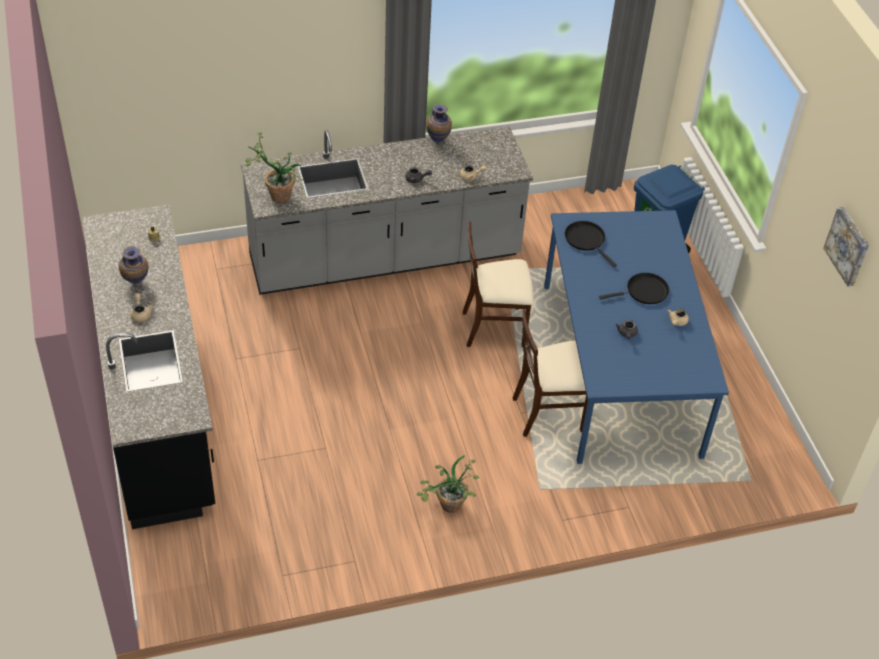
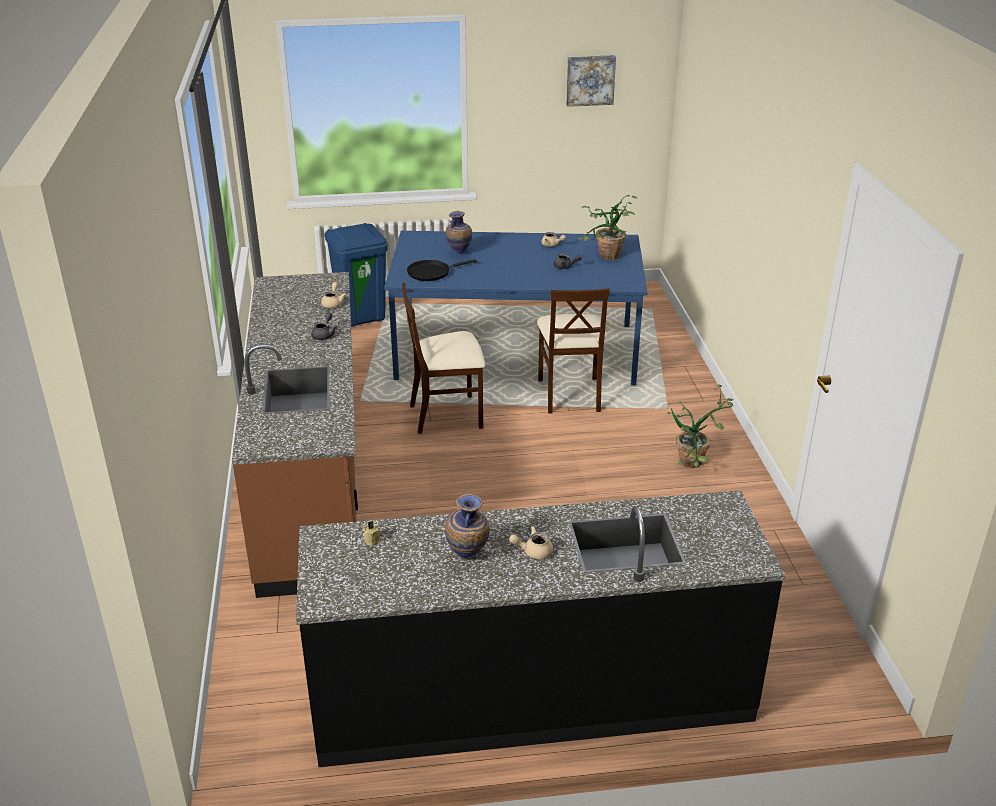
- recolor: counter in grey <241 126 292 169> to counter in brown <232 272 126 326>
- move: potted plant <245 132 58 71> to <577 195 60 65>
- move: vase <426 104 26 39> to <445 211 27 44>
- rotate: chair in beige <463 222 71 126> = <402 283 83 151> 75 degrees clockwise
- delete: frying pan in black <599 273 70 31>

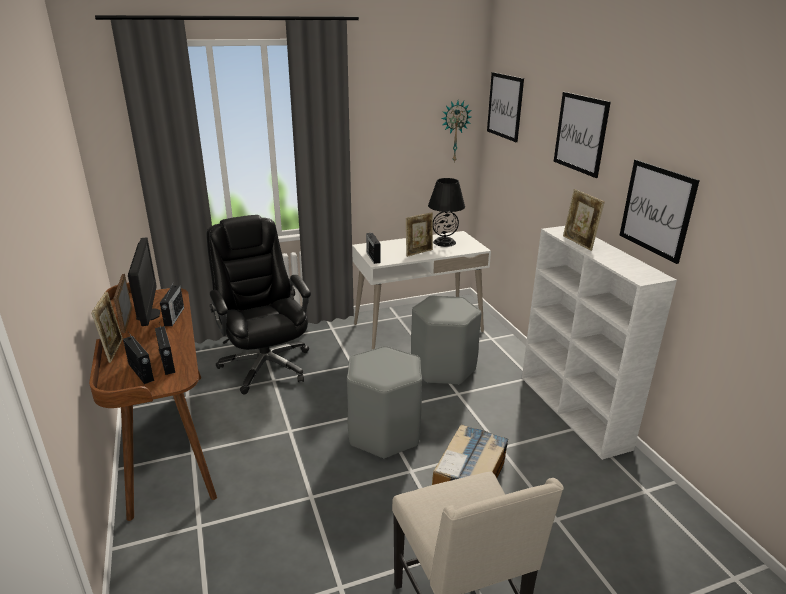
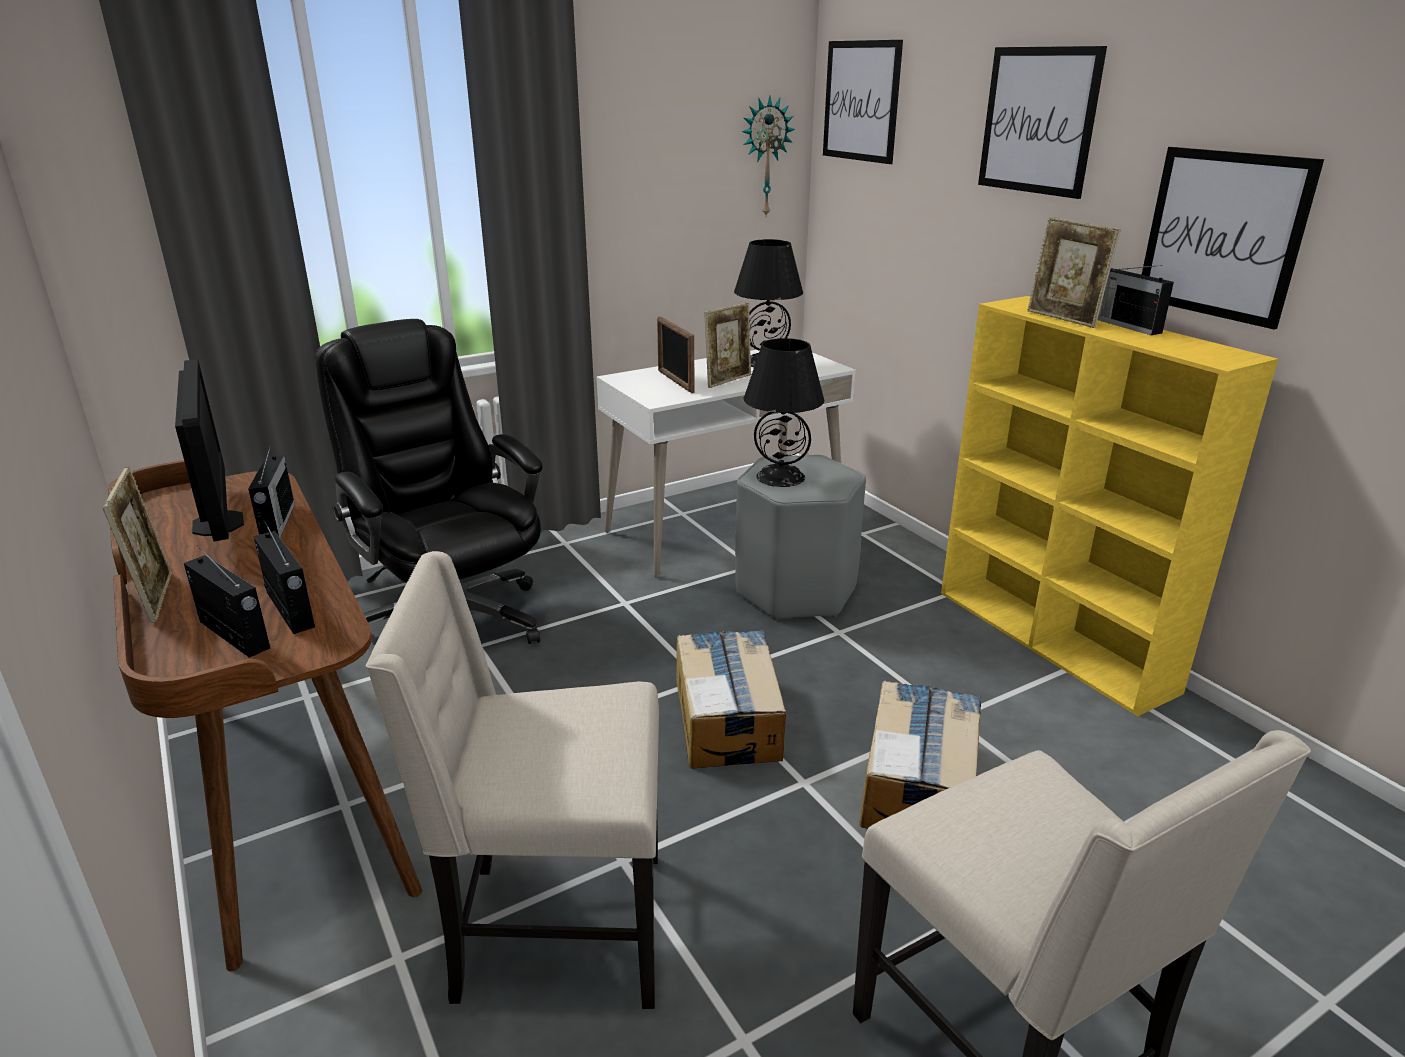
- move: picture frame <114 274 18 59> to <657 317 37 76>
- replace: stool in grey <347 346 75 113> to cardboard box <676 630 110 139>
- move: radio <366 233 15 31> to <1098 265 76 70>
- recolor: bookcase in white <522 226 155 234> to bookcase in yellow <941 296 337 420>
- insert: chair in beige <365 551 294 458>
- insert: table lamp in black <744 338 80 149>

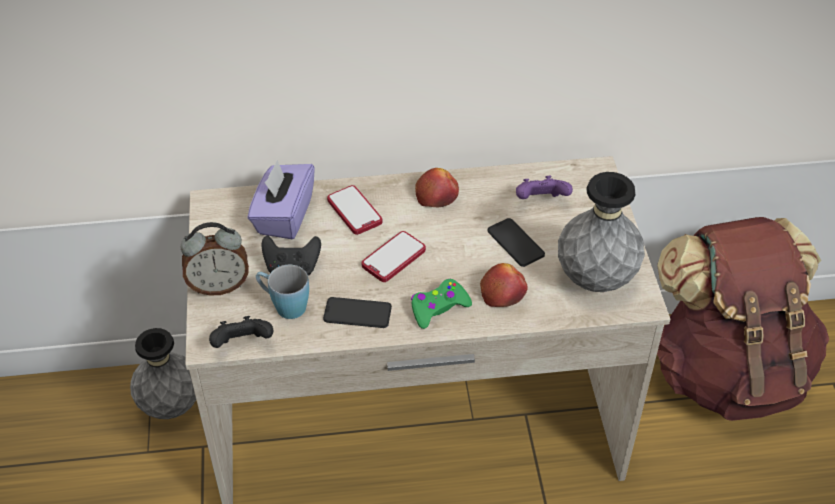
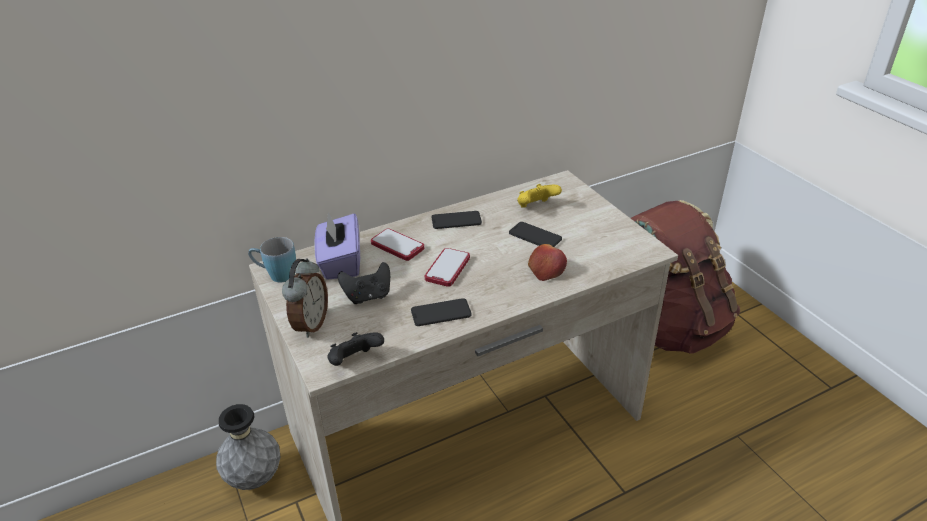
- rotate: alarm clock <180 222 69 74> = <282 259 46 79> 45 degrees counterclockwise
- move: mug in blue <256 265 53 54> to <248 237 48 46>
- delete: game controller in green <411 279 61 50>
- replace: apple <415 168 44 39> to phone <431 211 51 18>
- recolor: game controller in purple <516 176 57 23> to game controller in yellow <517 184 45 24>
- delete: vase in grey <558 172 87 120>

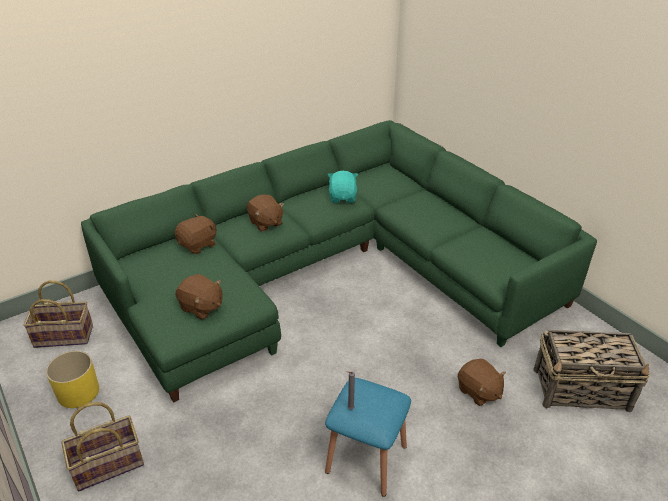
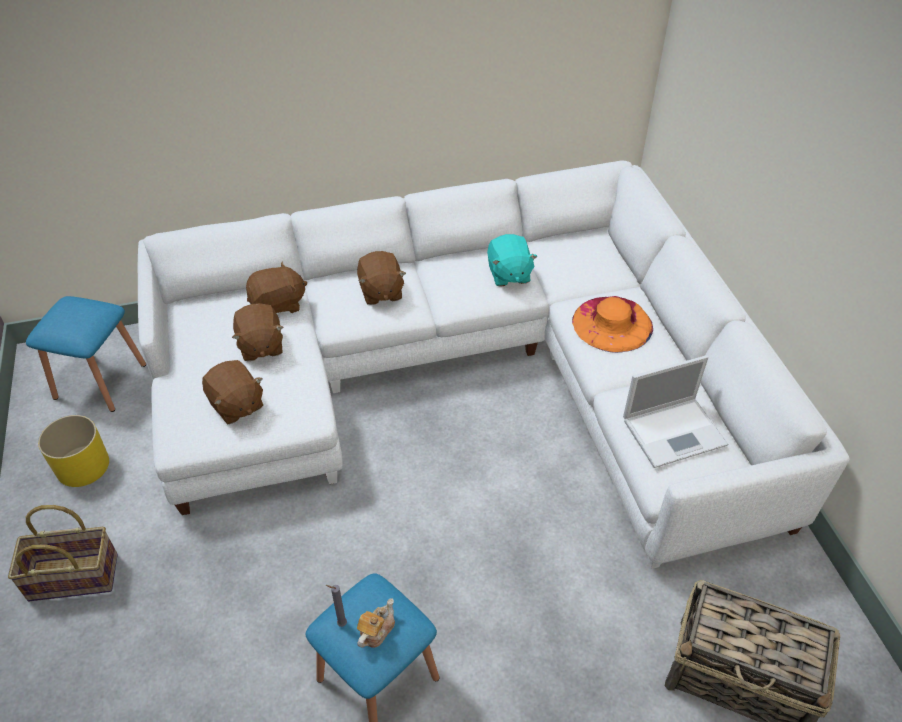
- replace: basket <23 281 70 67> to stool in blue <26 296 120 116>
- recolor: sofa in green <81 120 516 283> to sofa in white <138 161 712 408>
- rotate: plush toy in turquoise <328 171 30 32> = <487 234 51 53> 150 degrees clockwise
- move: plush toy in brown <458 359 48 47> to <232 303 52 58>
- insert: teapot <357 598 38 50>
- insert: hat in orange <572 296 81 57>
- insert: laptop <623 355 105 113>

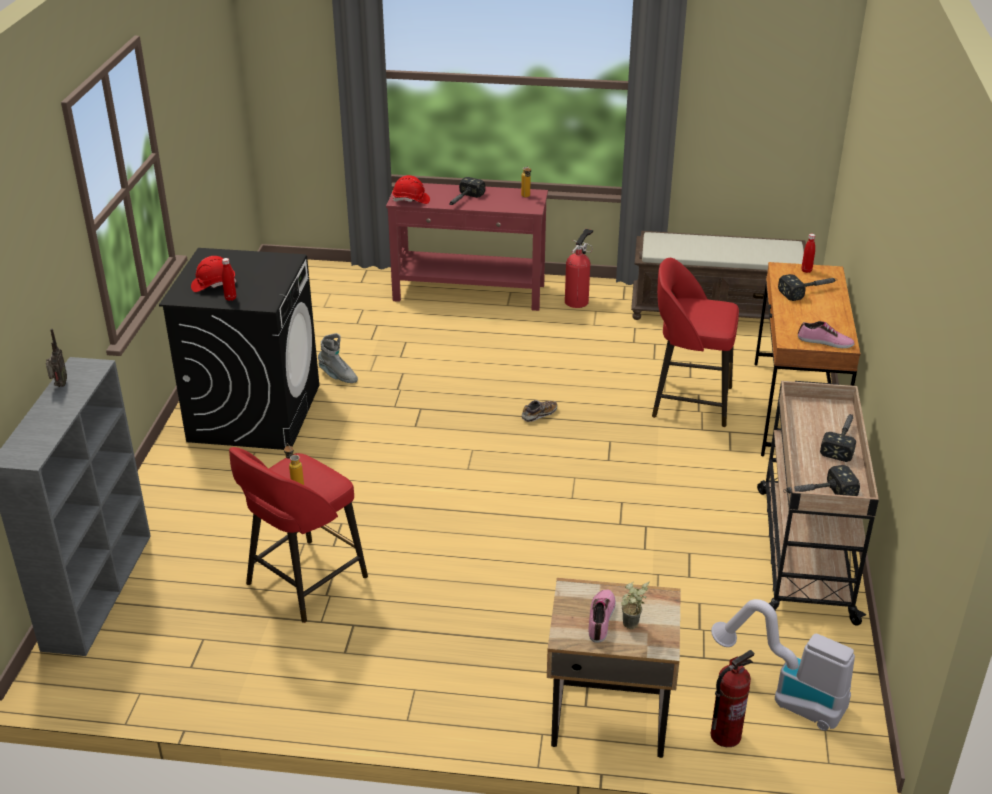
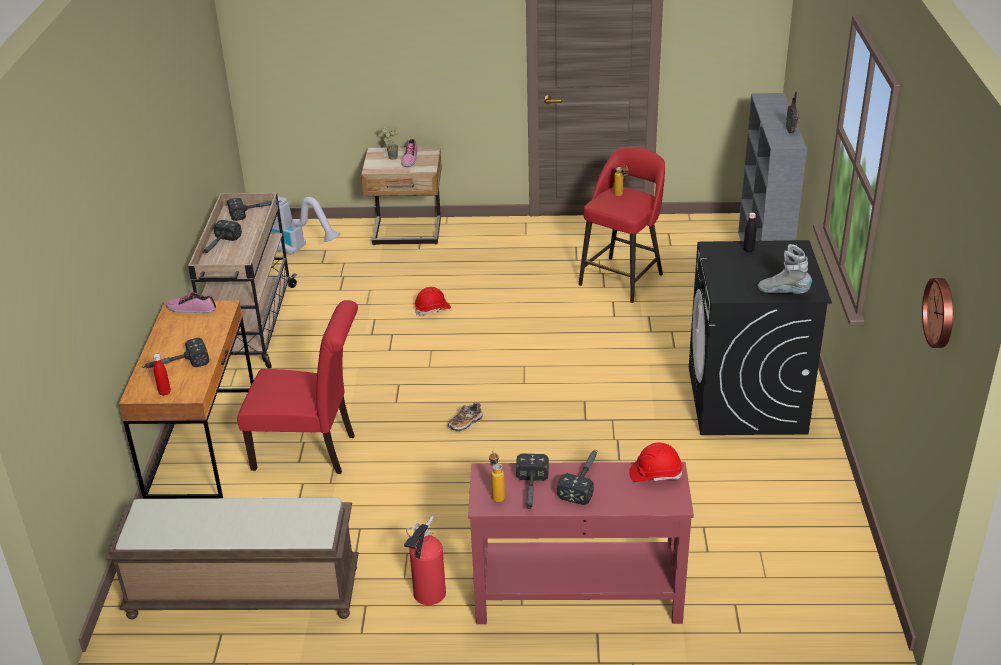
- move: hard hat in red <191 256 45 36> to <414 287 37 29>
- recolor: bottle in red <222 258 14 43> to bottle in black <743 212 13 40>
- move: boot in grey <318 333 40 50> to <758 244 54 50>
- replace: stool in red <652 258 87 169> to chair in red <237 300 121 174>
- delete: fire extinguisher <710 650 44 97>
- insert: hammer <516 454 33 56>
- insert: wall clock <922 278 31 70>

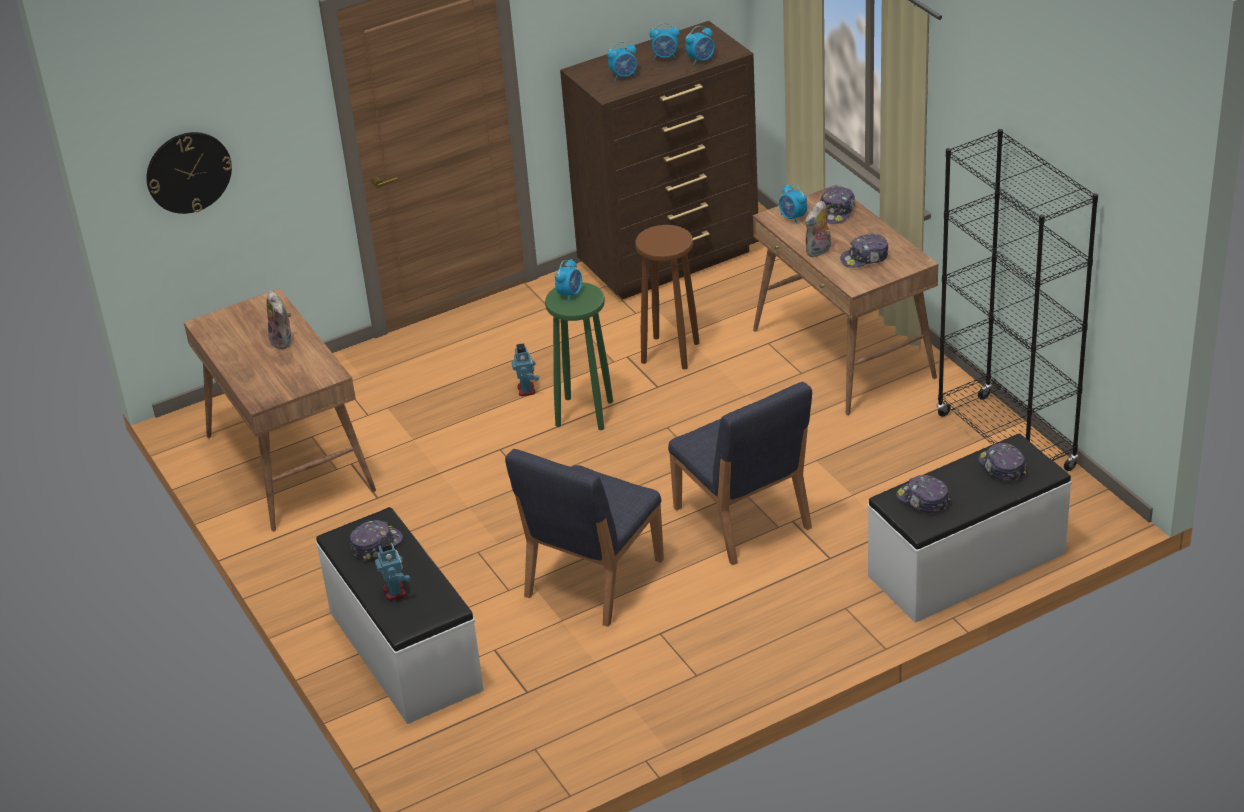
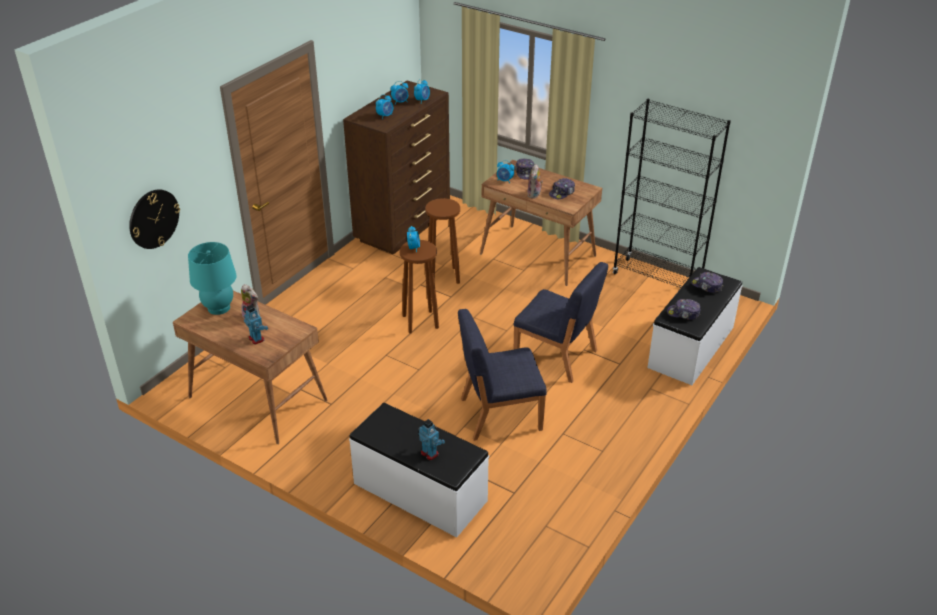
- delete: cap <350 520 53 42>
- rotate: chair in blue <505 449 159 178> = <458 309 89 132> 75 degrees clockwise
- move: toy robot <511 343 28 54> to <244 305 24 40>
- recolor: stool in green <545 282 68 148> to stool in brown <400 240 39 93>
- insert: table lamp in turquoise <188 242 49 73>

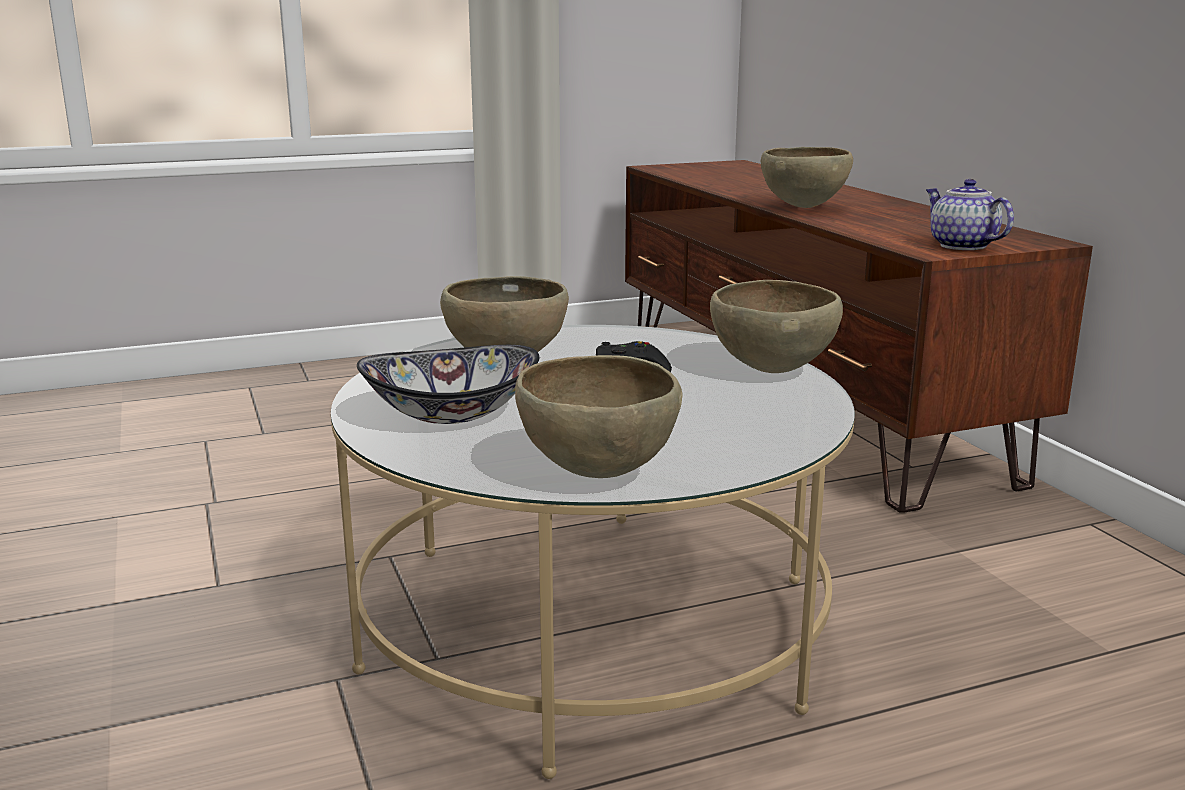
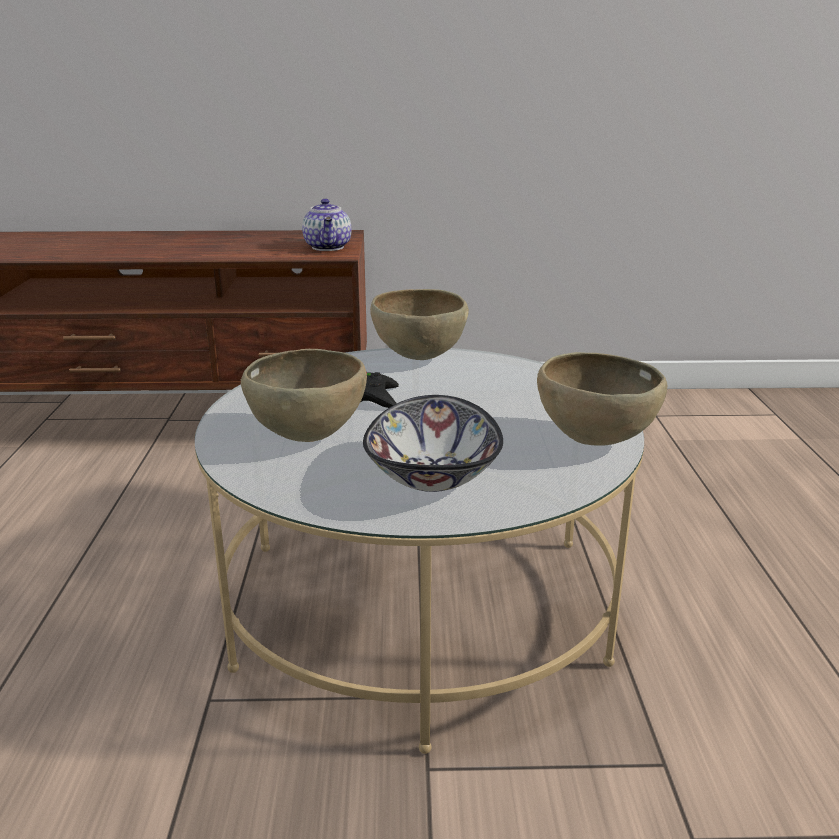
- delete: bowl in brown <761 147 92 61>
- rotate: teapot <926 179 88 71> = <302 199 49 52> 90 degrees counterclockwise

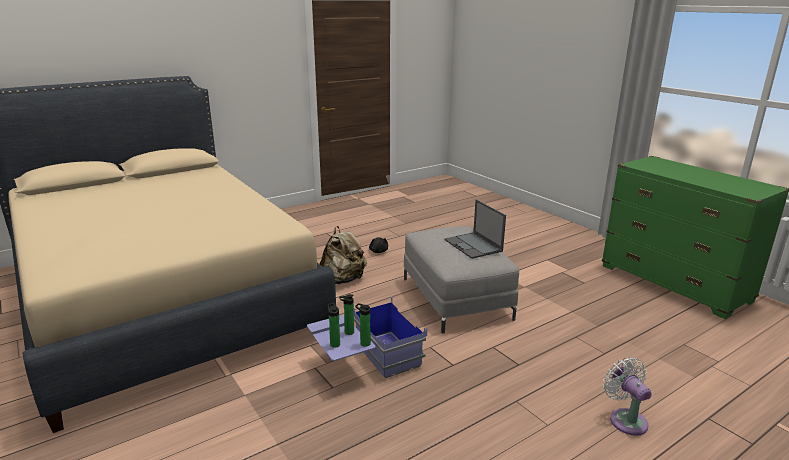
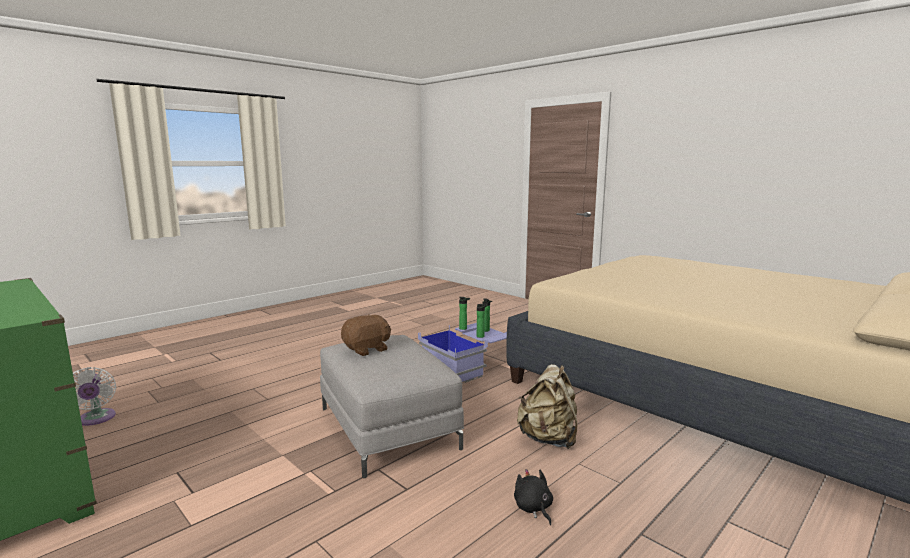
- replace: laptop <444 199 62 60> to plush toy in brown <341 315 50 41>
- move: fan in white <603 357 49 79> to <73 367 43 59>

